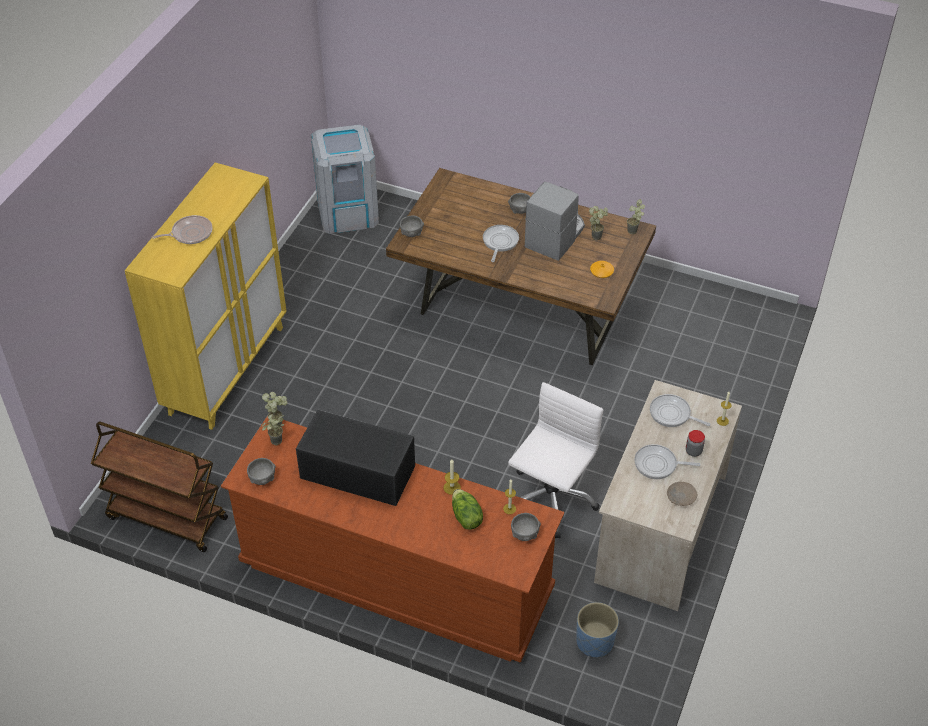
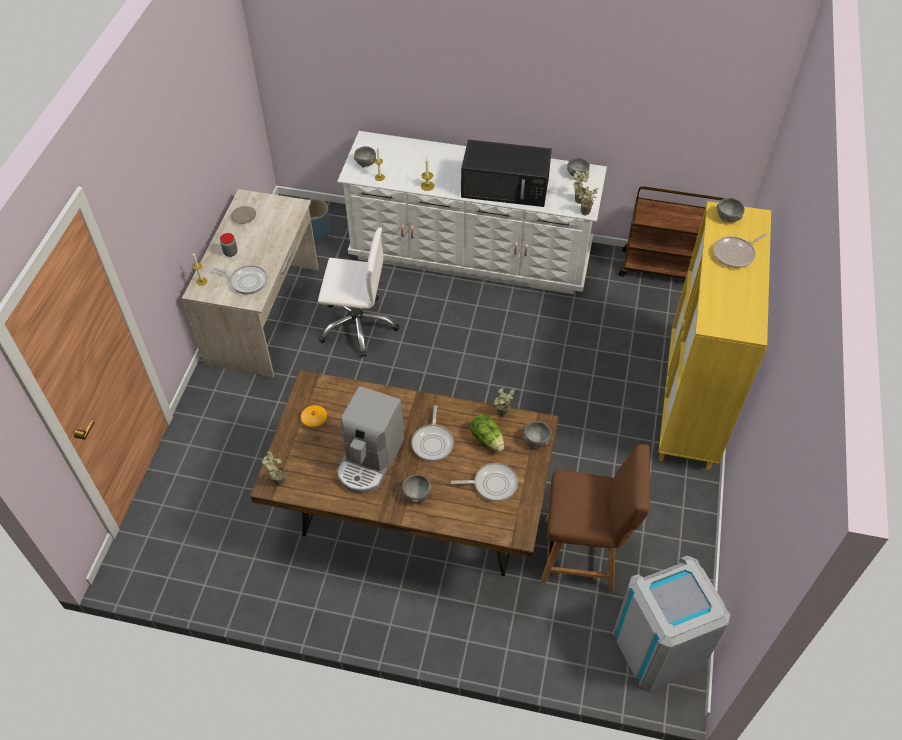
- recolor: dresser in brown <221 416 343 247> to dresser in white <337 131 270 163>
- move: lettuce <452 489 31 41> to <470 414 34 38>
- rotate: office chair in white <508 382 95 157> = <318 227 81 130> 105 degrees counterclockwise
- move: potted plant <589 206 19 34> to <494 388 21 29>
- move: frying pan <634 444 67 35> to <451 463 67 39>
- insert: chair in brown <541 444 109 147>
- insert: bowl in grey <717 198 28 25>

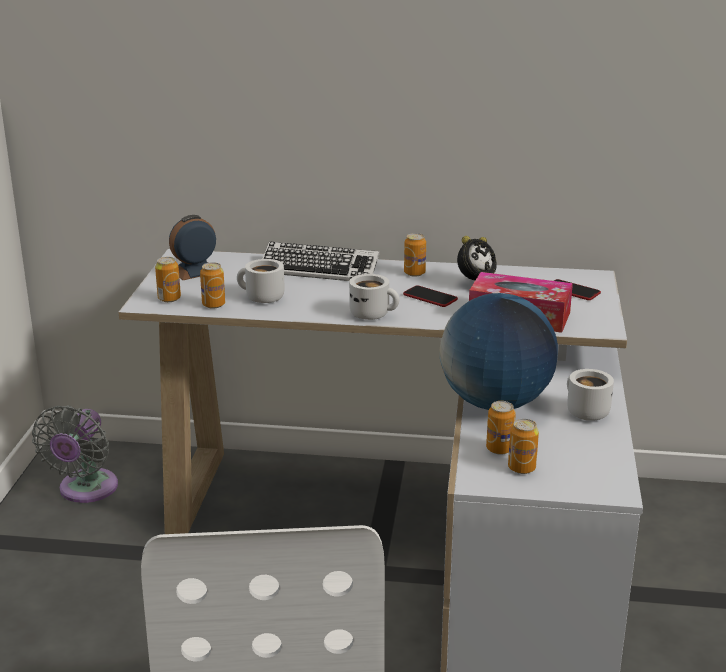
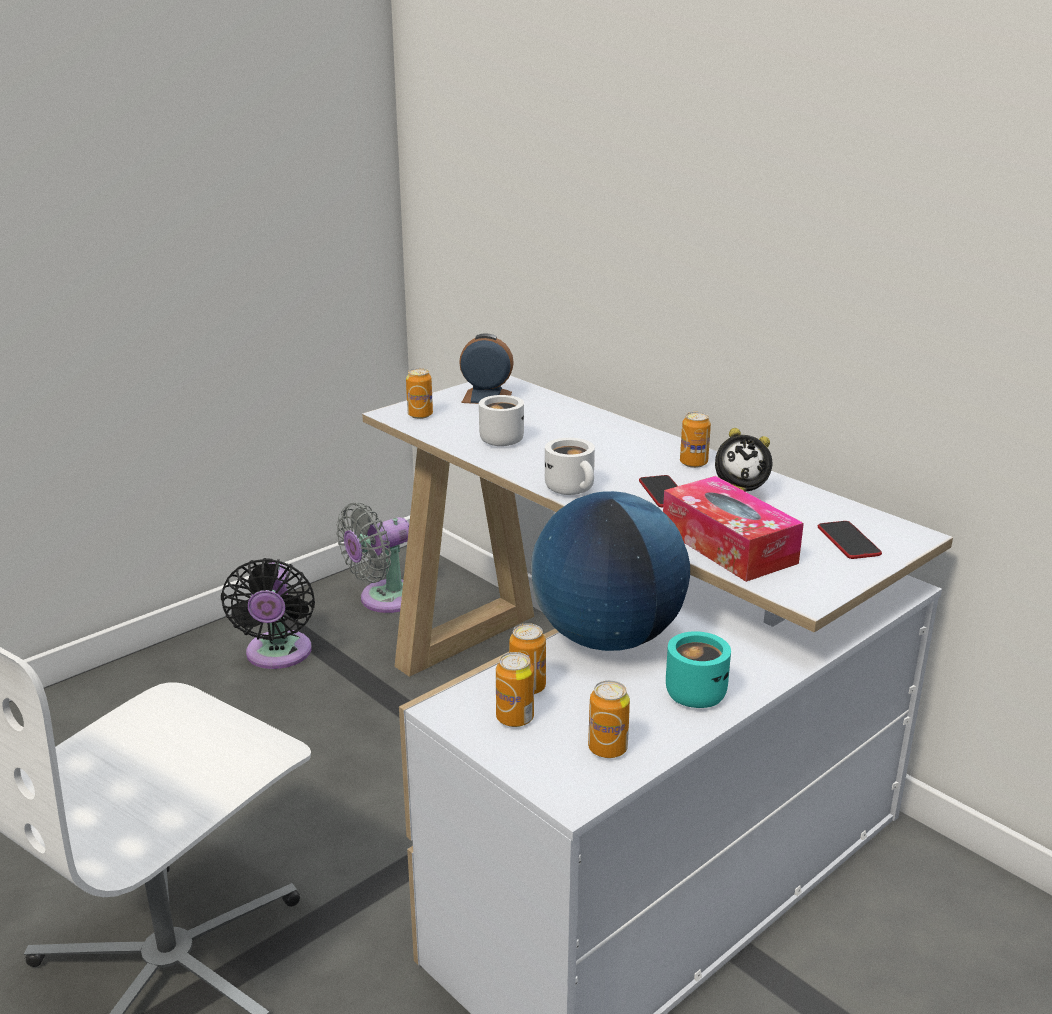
- move: can <200 262 25 47> to <588 680 42 78>
- delete: keyboard <262 242 117 39>
- recolor: mug in white <567 369 47 52> to mug in turquoise <666 631 65 77>
- insert: fan in black <221 558 94 111>

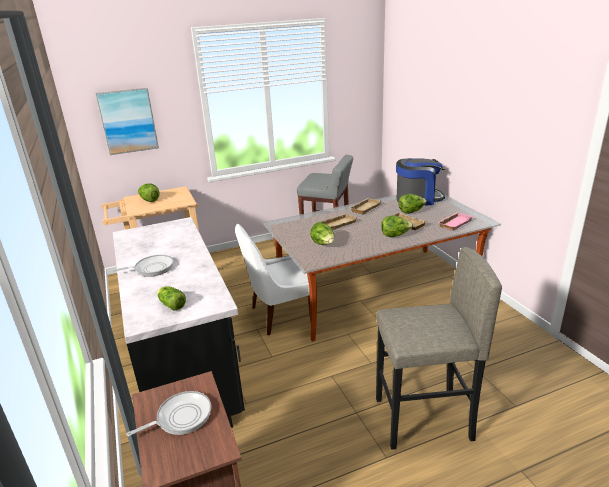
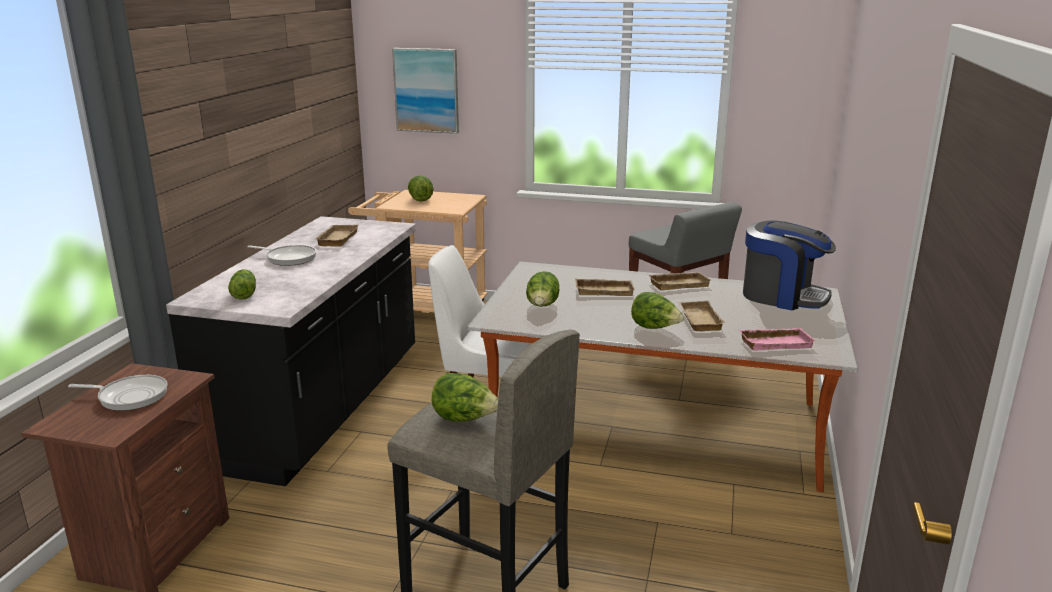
- move: lettuce <399 194 28 20> to <432 373 66 48>
- insert: tray in beige <314 225 44 22>

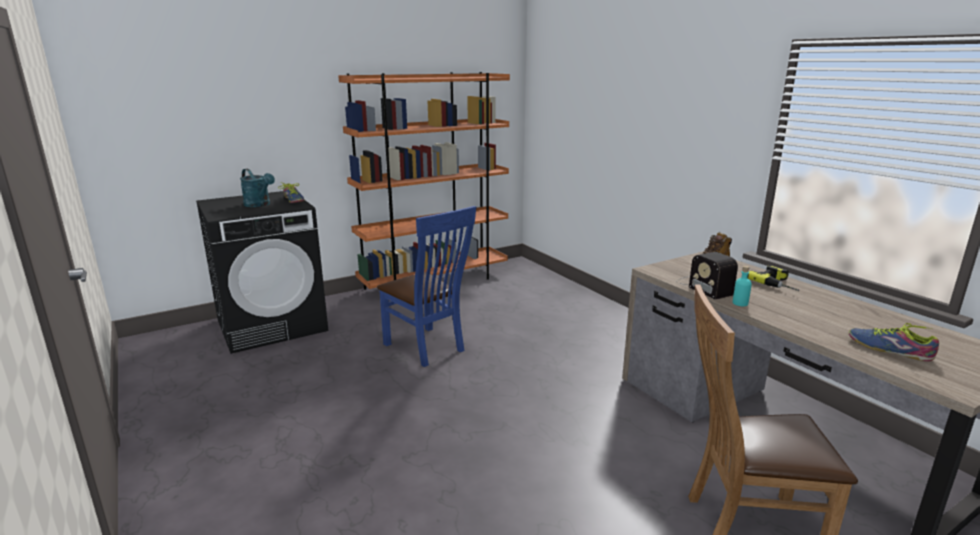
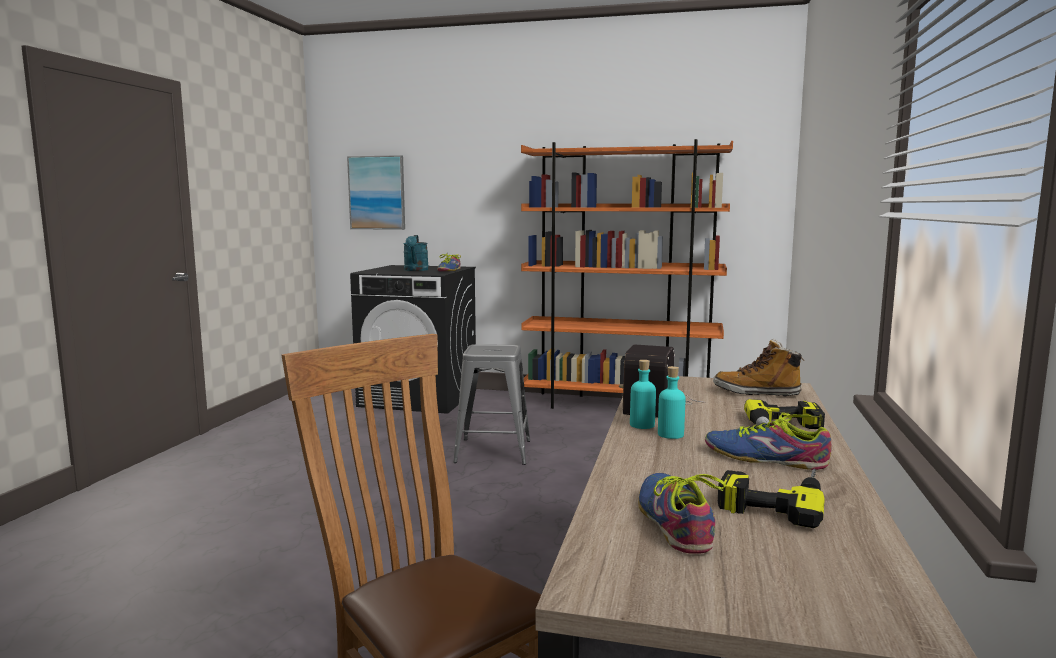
- replace: chair in blue <377 206 99 161> to stool in grey <453 344 77 121>
- insert: picture <347 155 58 75>
- insert: bottle in turquoise <658 366 27 73>
- insert: shoe <705 413 127 57>
- insert: power drill <718 468 107 60>

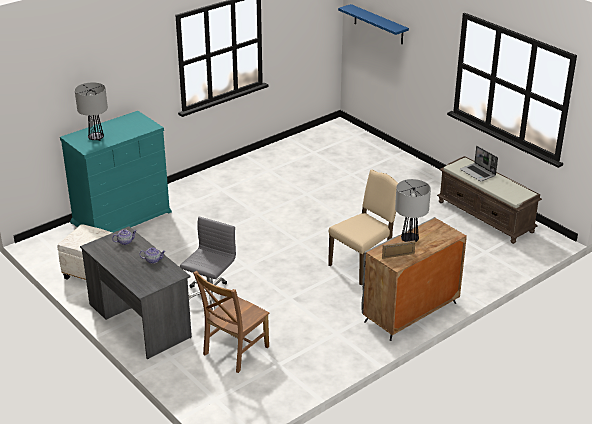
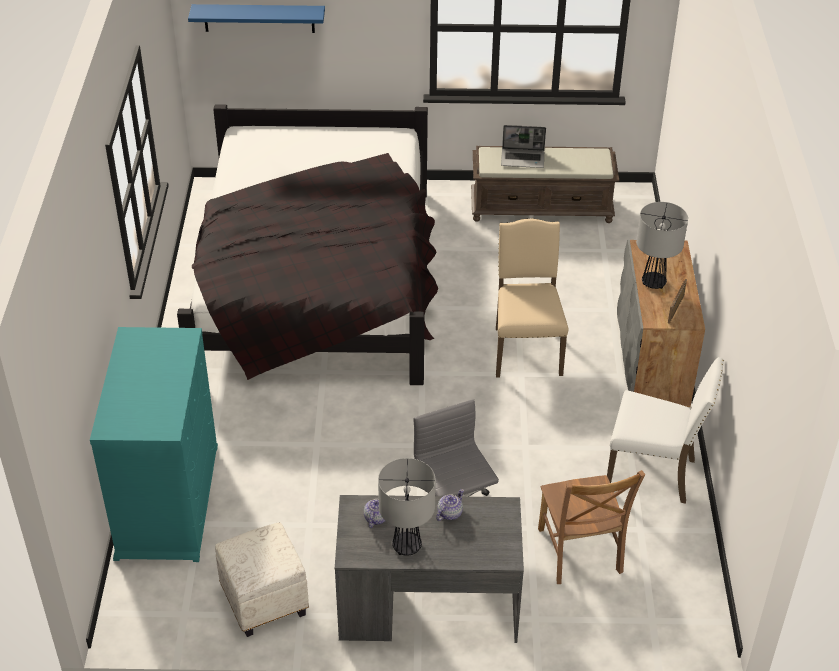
- move: table lamp <75 82 33 59> to <378 458 58 98>
- insert: bed in black <177 104 261 281>
- insert: chair in white <607 357 117 147>

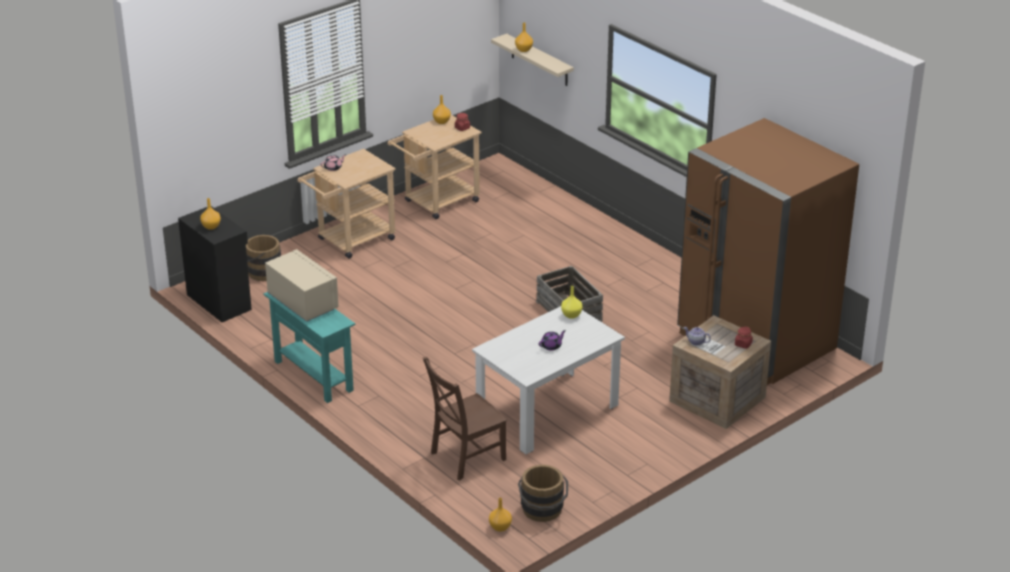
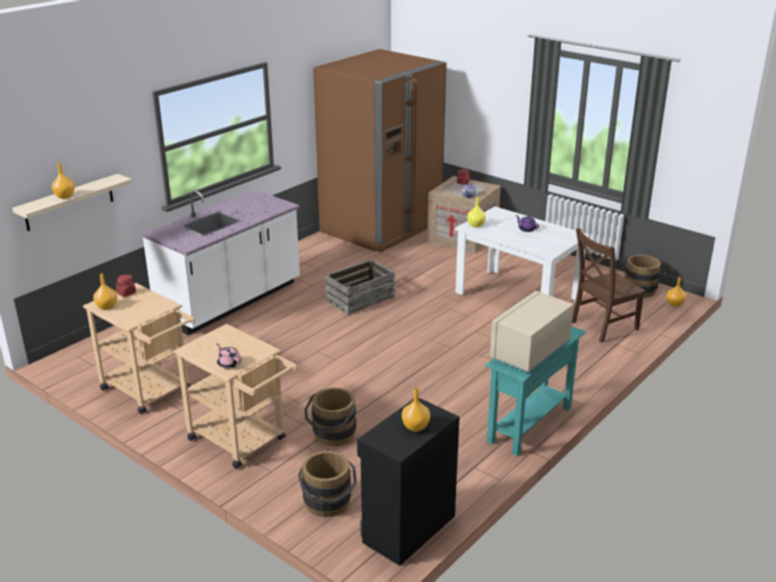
- rotate: chair in brown <423 357 84 123> = <572 228 74 115> 105 degrees clockwise
- insert: counter in white <141 190 159 145>
- insert: bucket in brown <305 388 51 58>

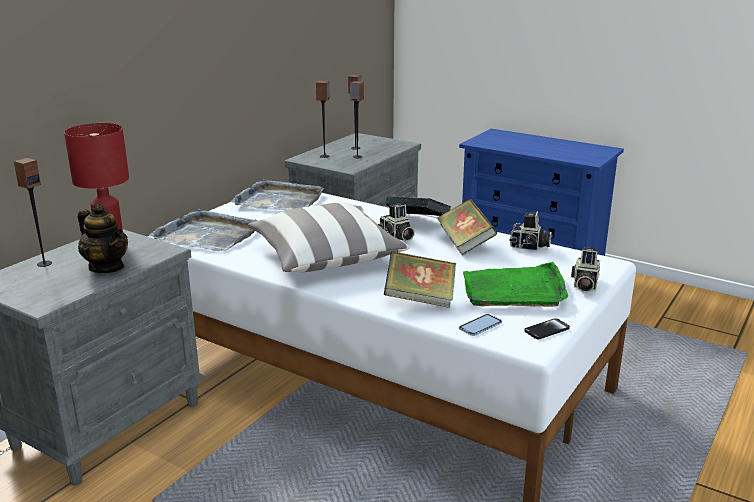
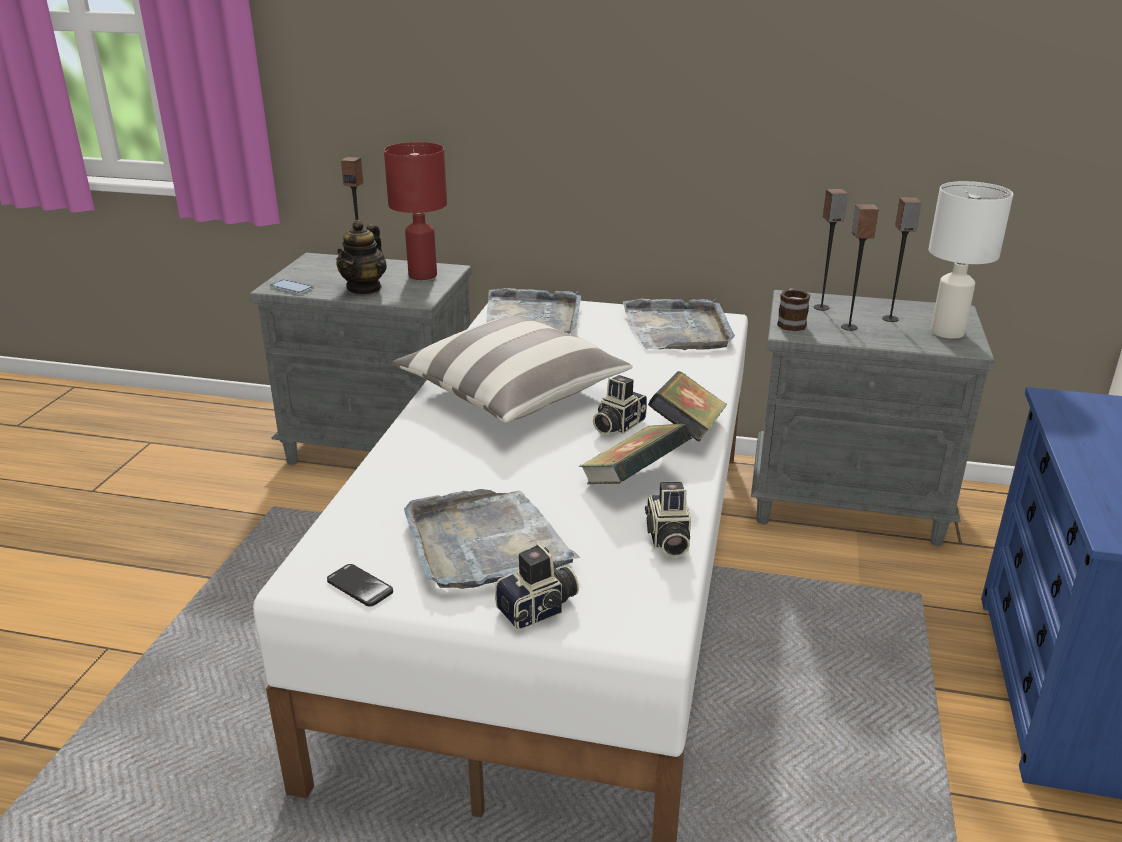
- delete: book <384 251 72 57>
- move: phone <459 314 43 22> to <270 279 44 15>
- recolor: tray in green <463 262 105 45> to tray in grey <404 489 177 100>
- rotate: photo camera <571 247 29 45> = <495 543 84 87> 150 degrees clockwise
- insert: mug <777 288 33 43>
- insert: table lamp in white <928 181 85 158>

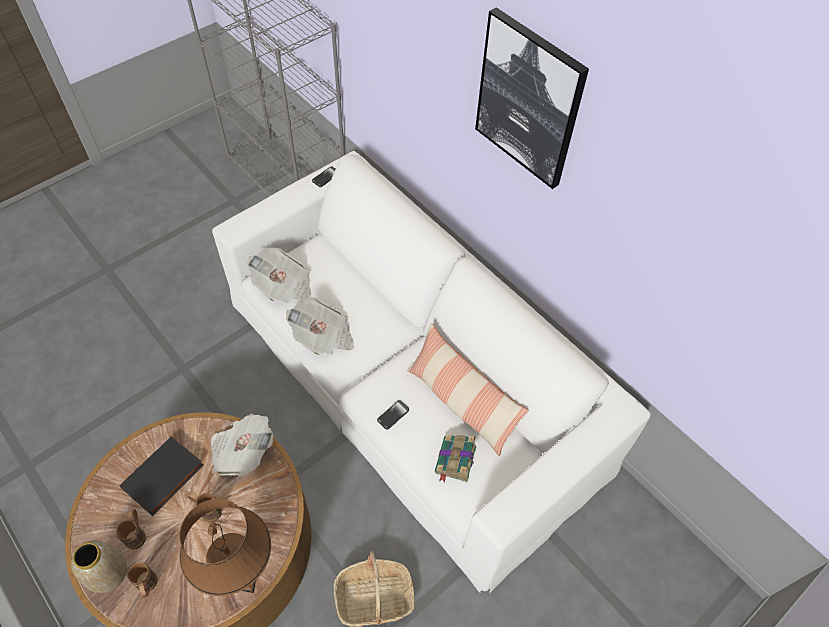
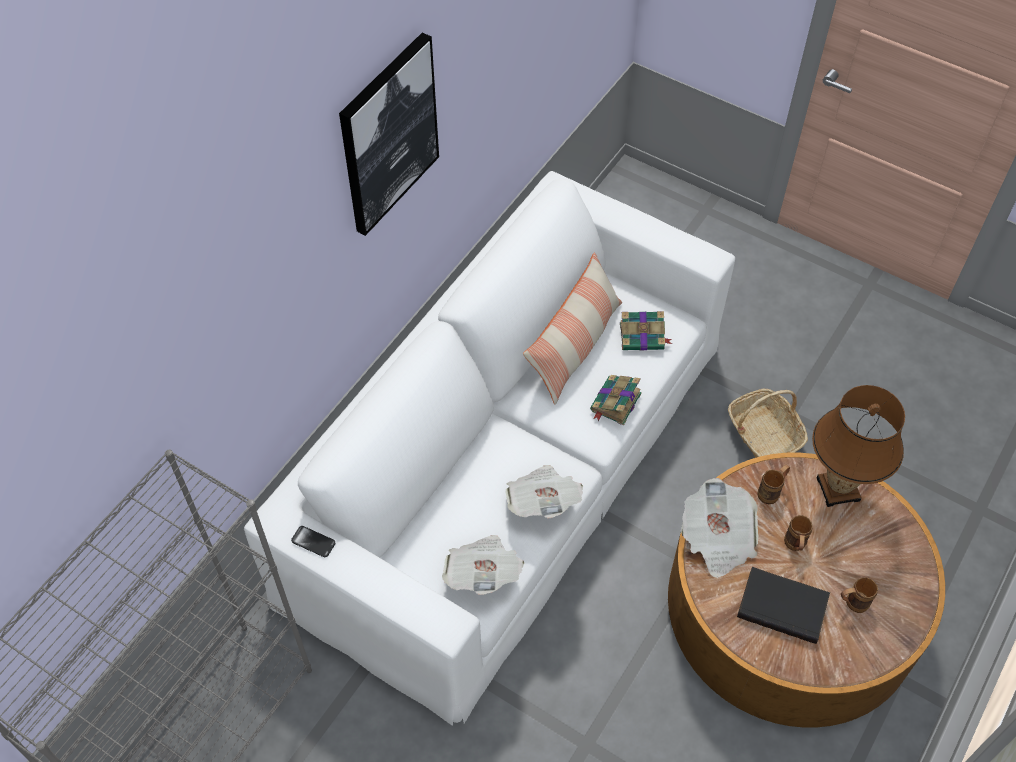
- delete: vase <71 540 56 53>
- move: mug in brown <127 562 31 35> to <757 465 33 39>
- replace: phone <377 400 32 30> to book <590 375 52 51>

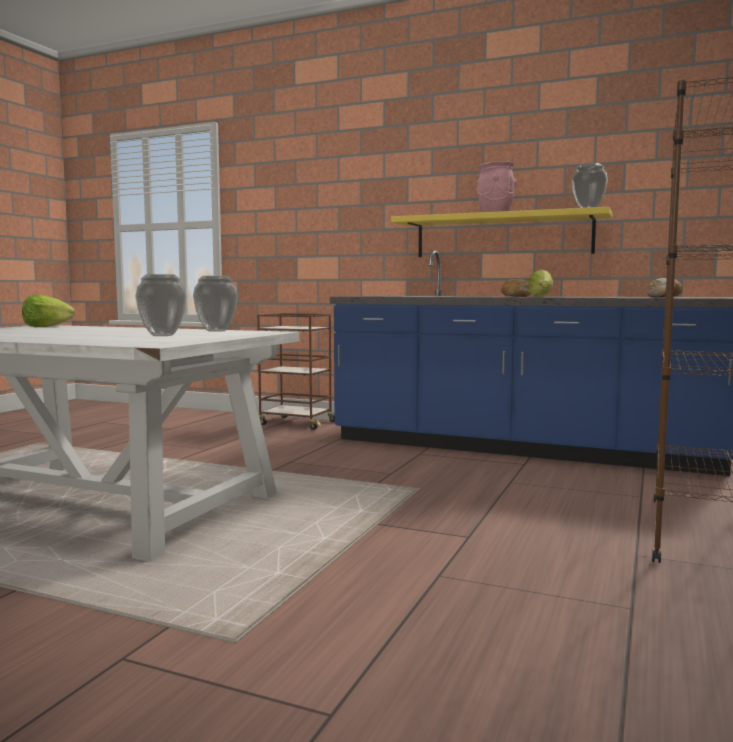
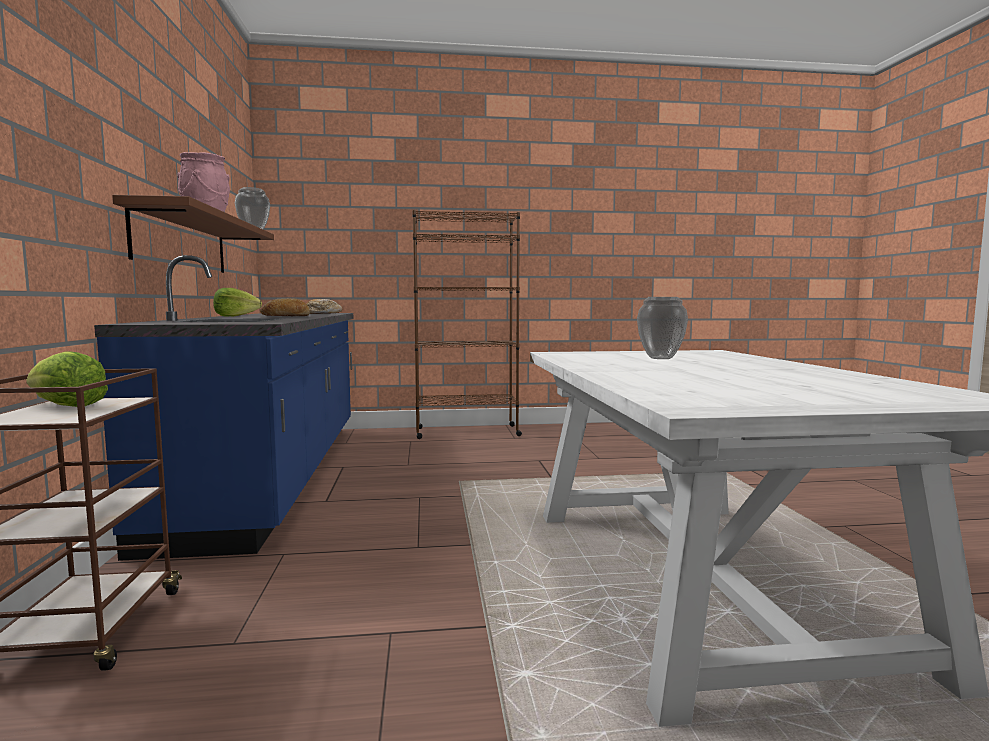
- move: lettuce <22 295 53 32> to <26 352 82 55>
- delete: vase <193 276 45 56>
- recolor: shelf in yellow <391 207 221 50> to shelf in brown <112 195 162 78>

